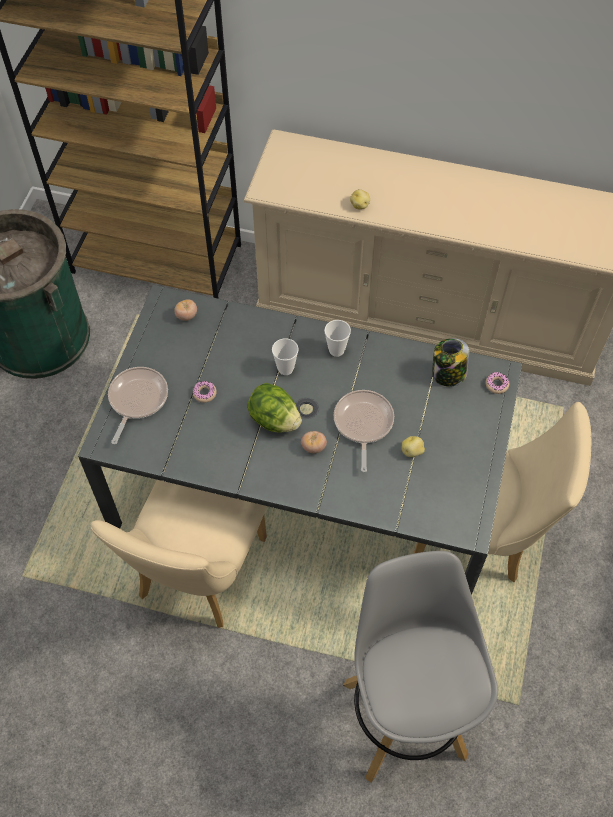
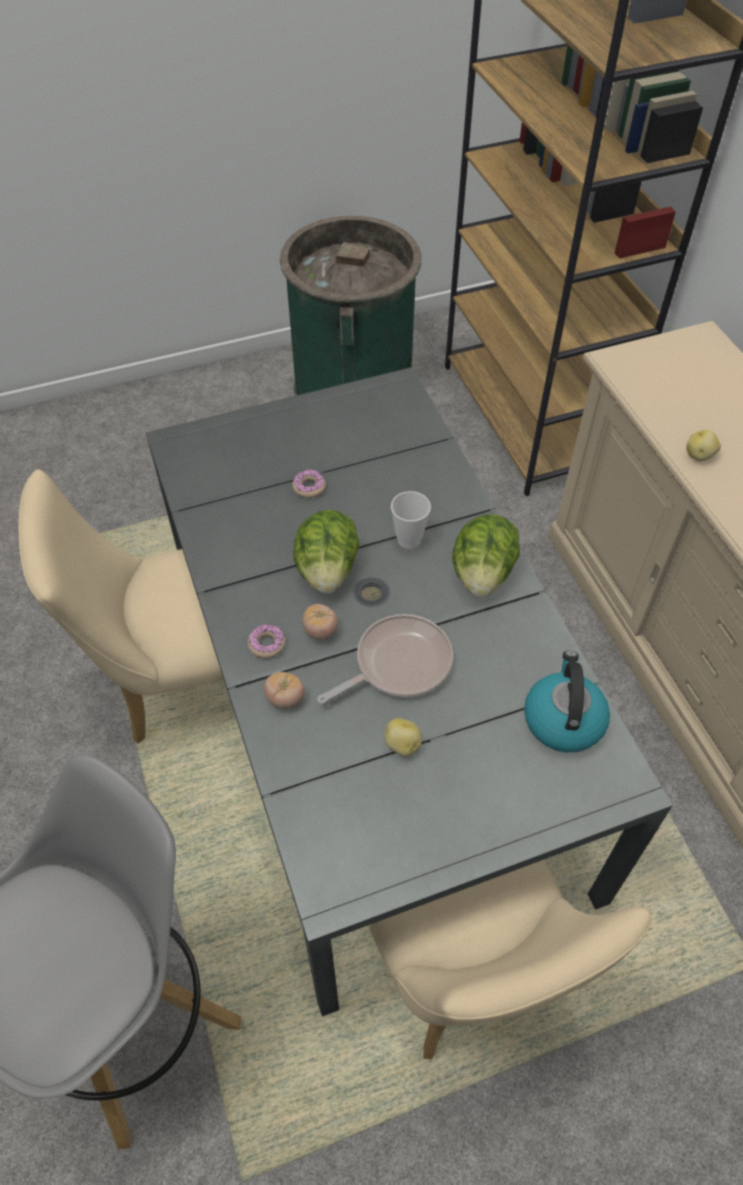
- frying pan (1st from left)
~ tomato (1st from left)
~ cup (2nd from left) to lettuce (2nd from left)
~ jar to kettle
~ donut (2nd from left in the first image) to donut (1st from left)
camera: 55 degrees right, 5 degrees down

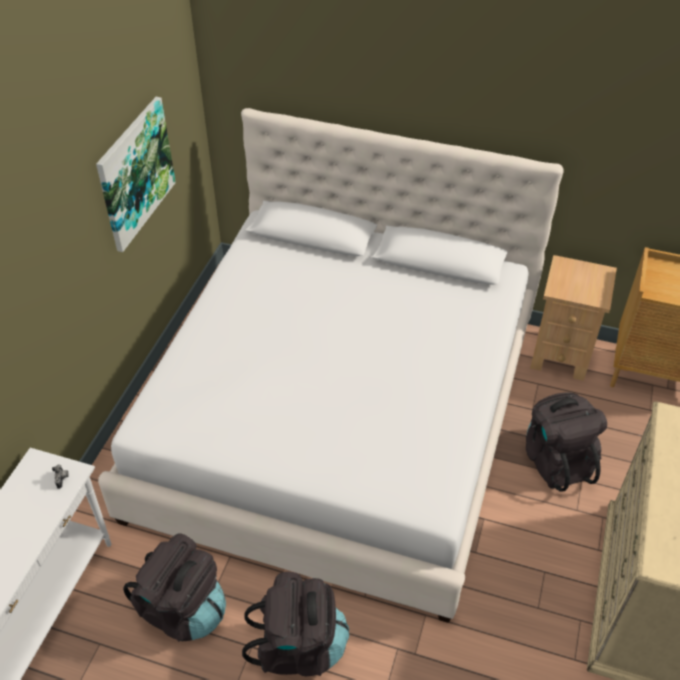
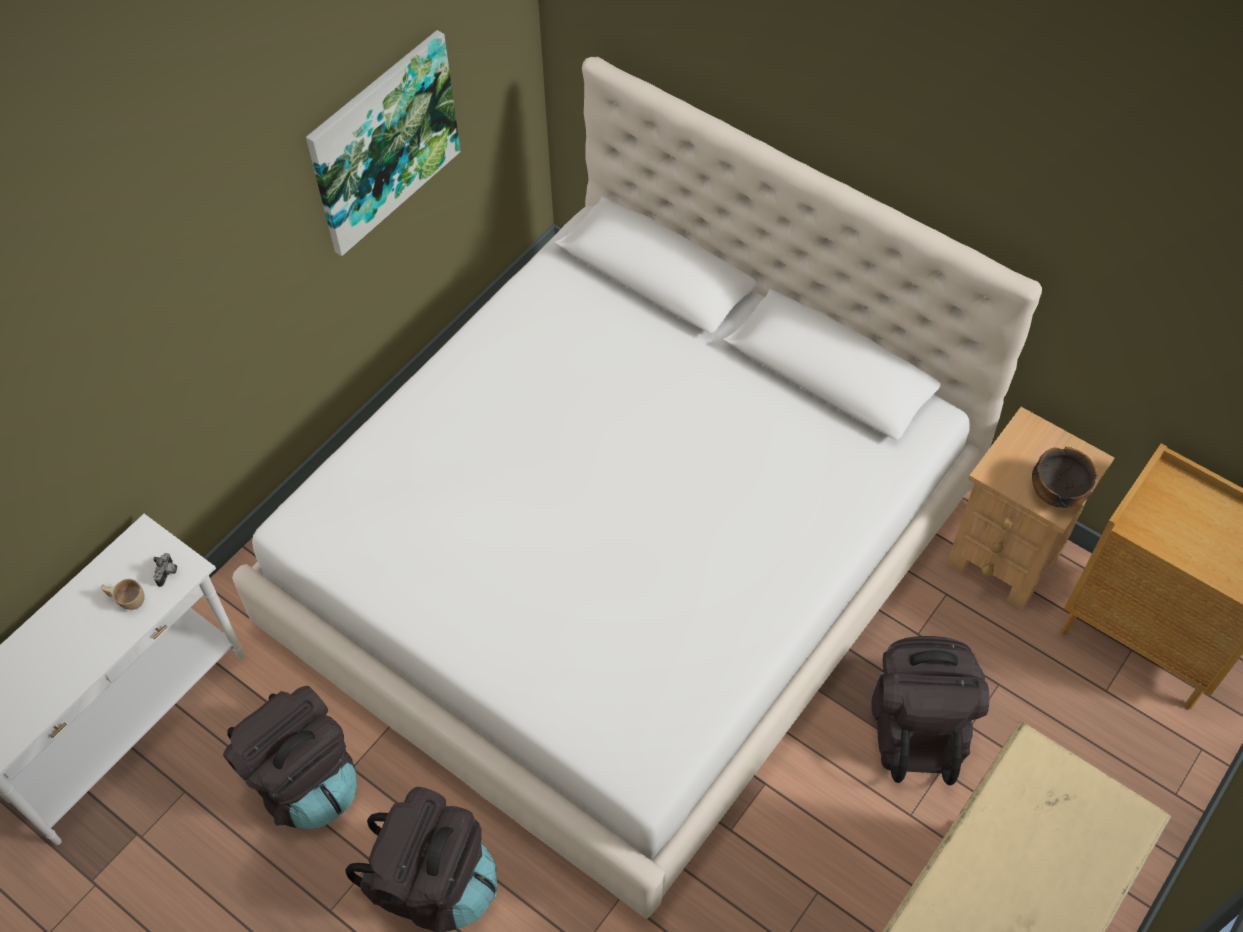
+ cup (beige)
+ bowl
camera: 20 degrees right, 10 degrees up

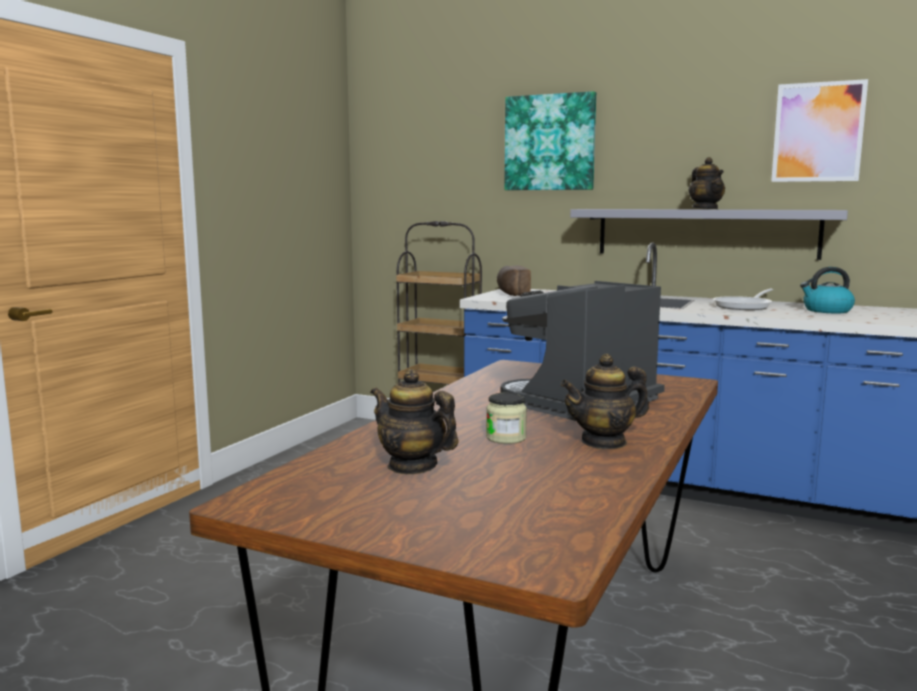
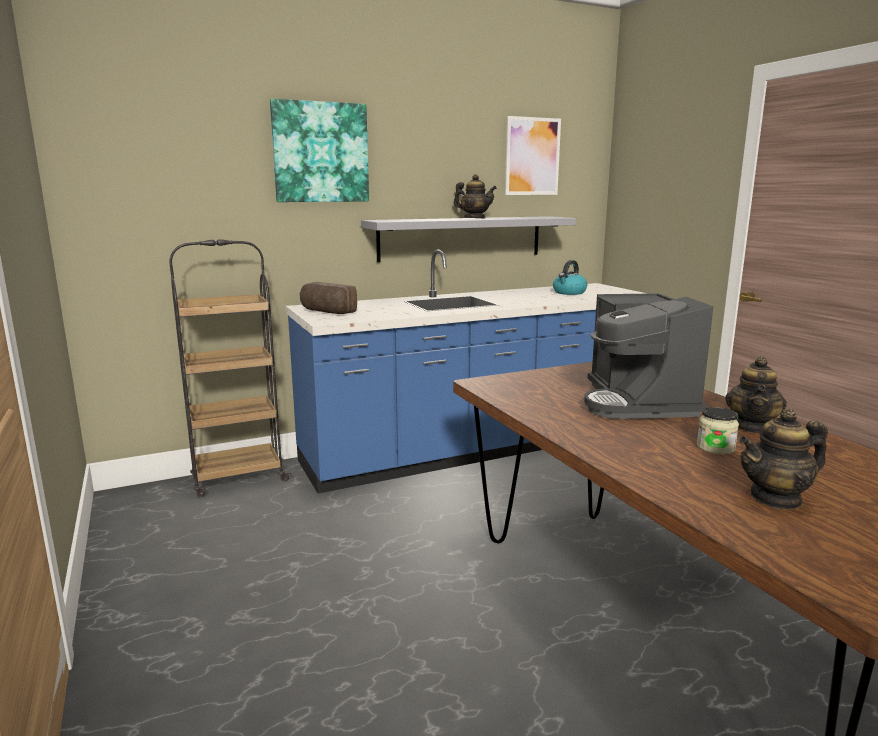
- frying pan
camera: 50 degrees left, 5 degrees up

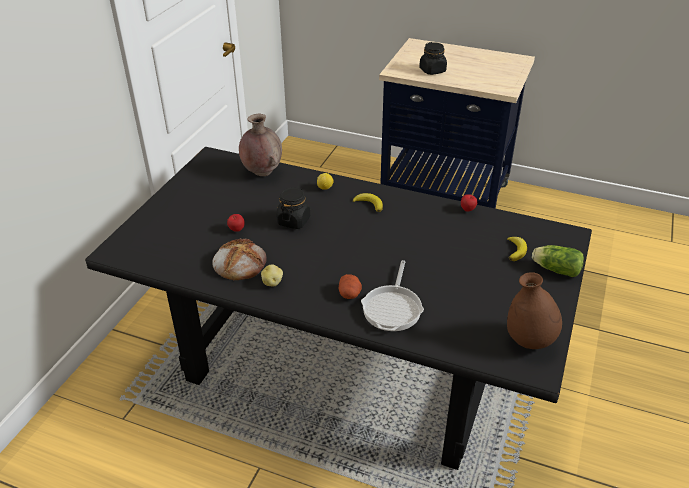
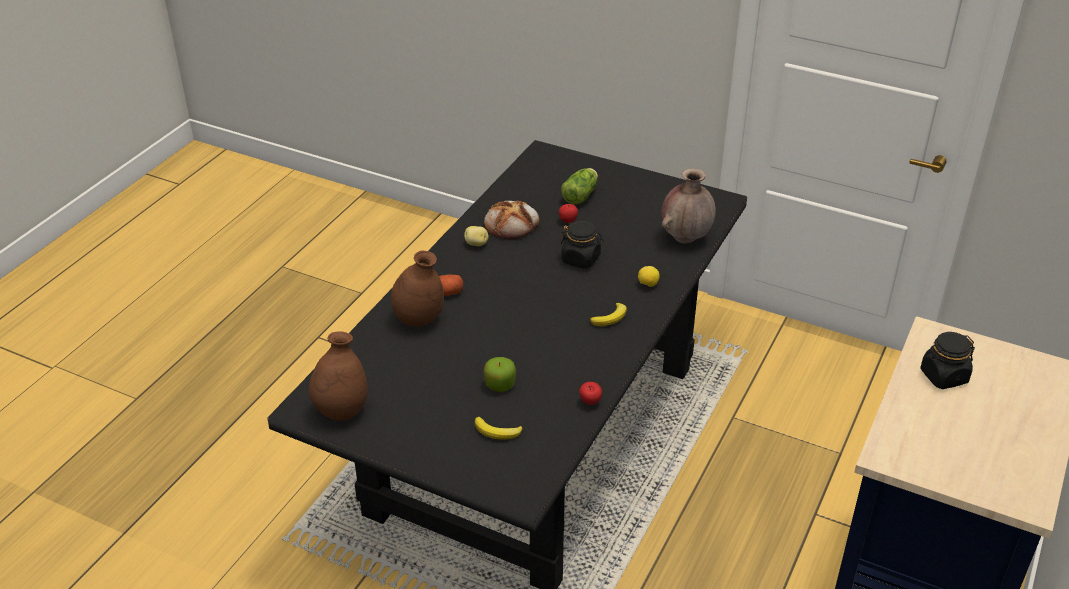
~ frying pan to vase (brown) (2nd from left)
~ lettuce
+ apple (1st from left)
camera: 95 degrees right, 0 degrees up

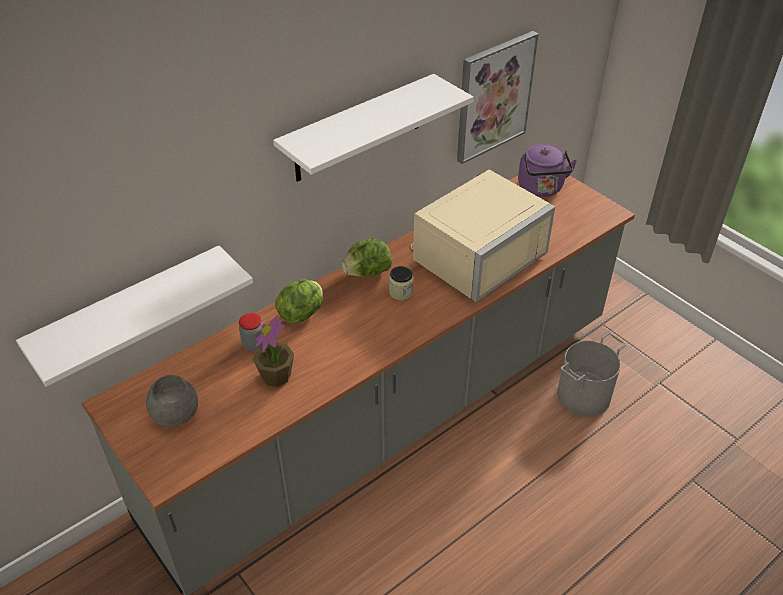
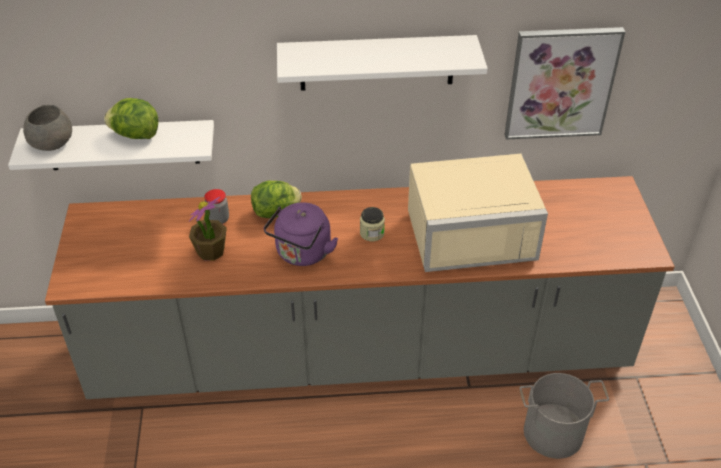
~ bowl (grey)
~ lettuce (2nd from left in the first image) to lettuce (1st from left)
~ kettle (purple)
camera: 35 degrees right, 0 degrees up

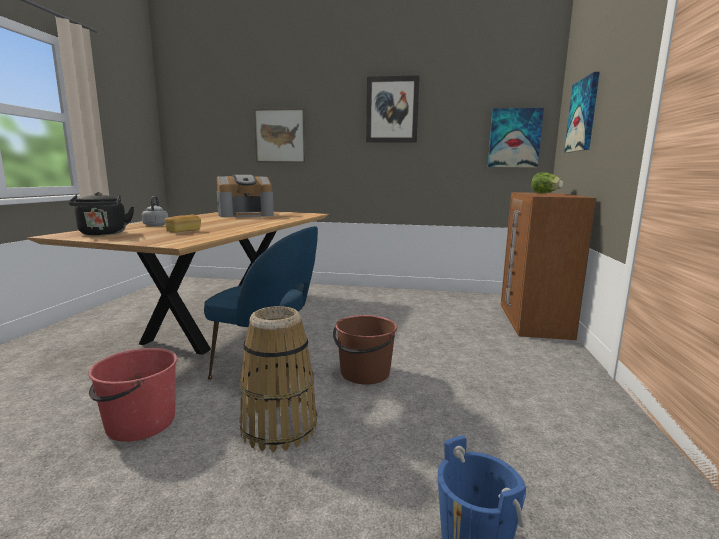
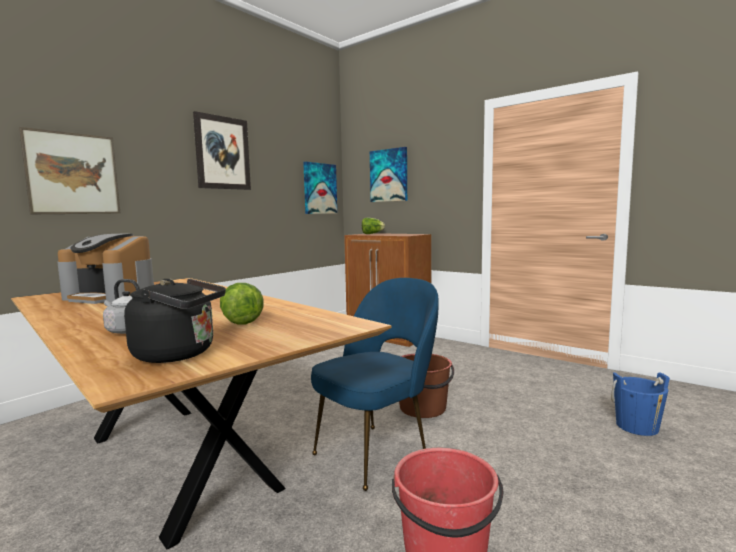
~ bread to lettuce (1st from left)
~ coffee machine 105 degrees clockwise
- basket
camera: 60 degrees left, 5 degrees down

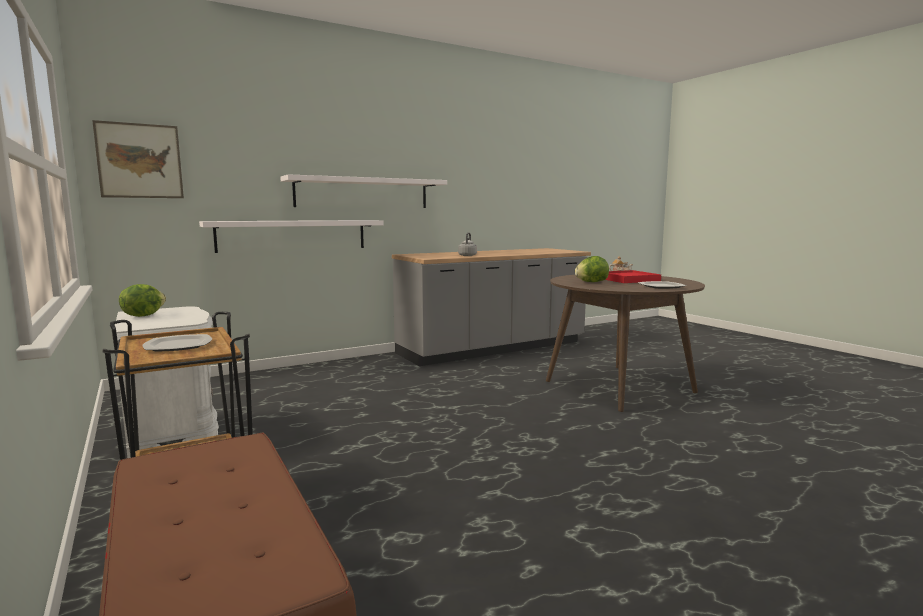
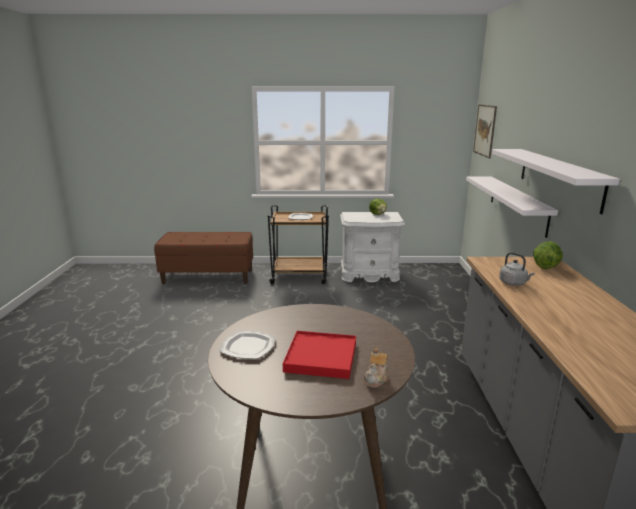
~ lettuce (2nd from left)
camera: 120 degrees right, 10 degrees up

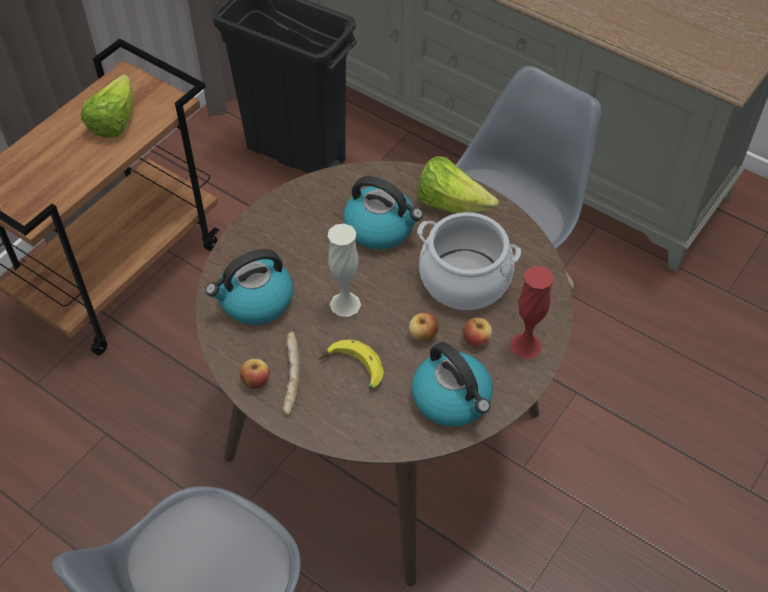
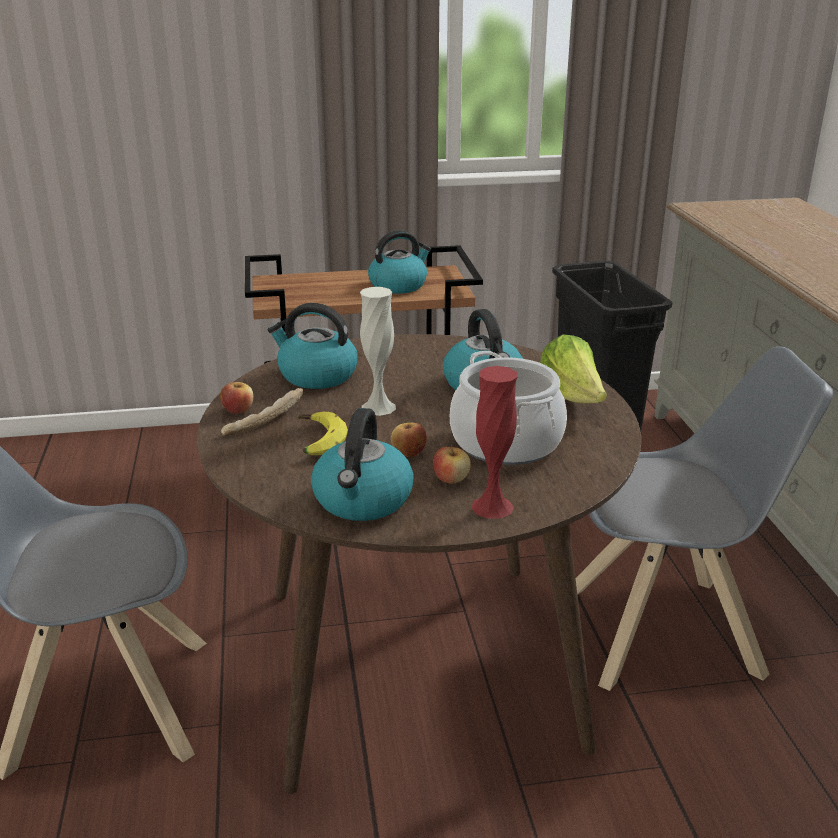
~ lettuce (1st from left) to kettle (3rd from left)
camera: 45 degrees right, 25 degrees down

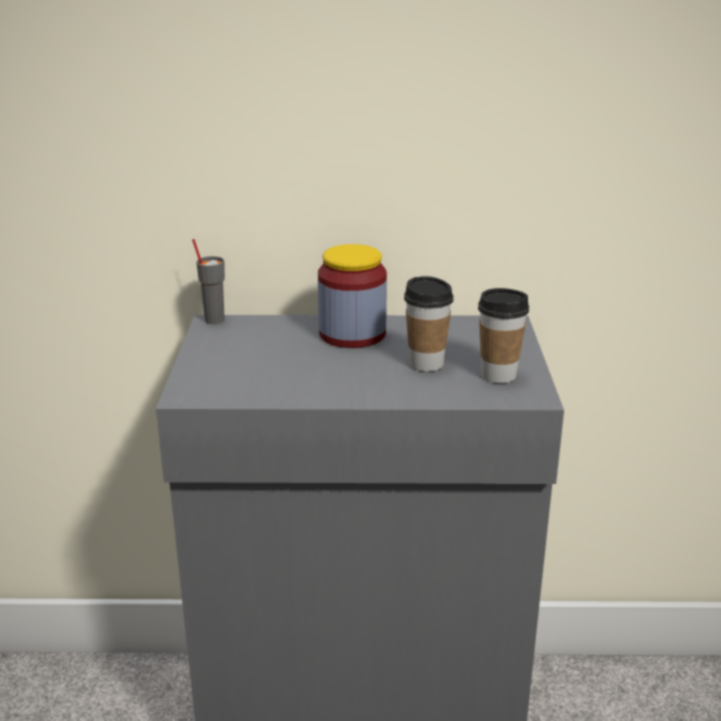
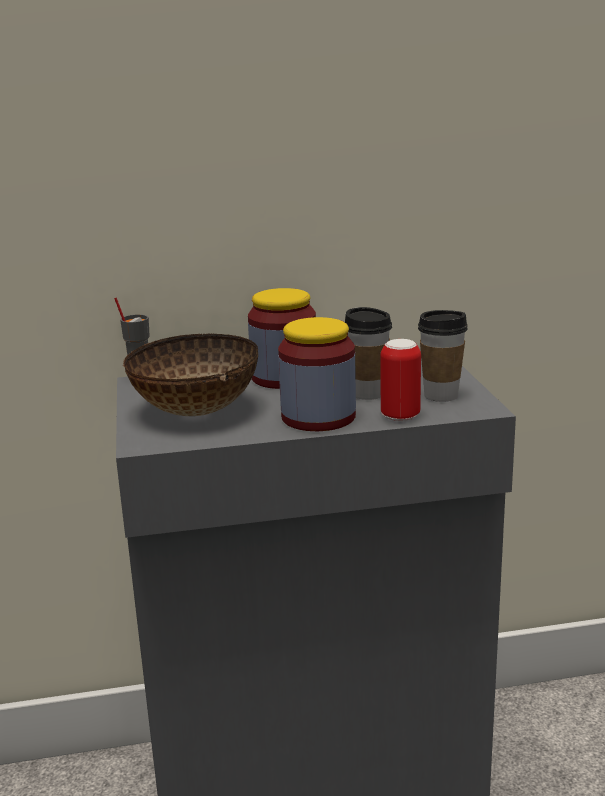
+ bowl
+ jar (2nd from left)
+ can
camera: 10 degrees left, 5 degrees down

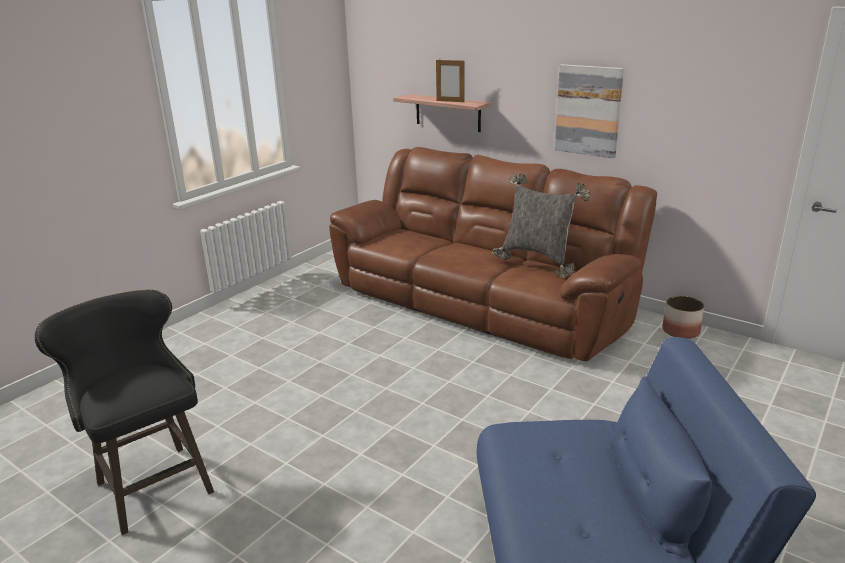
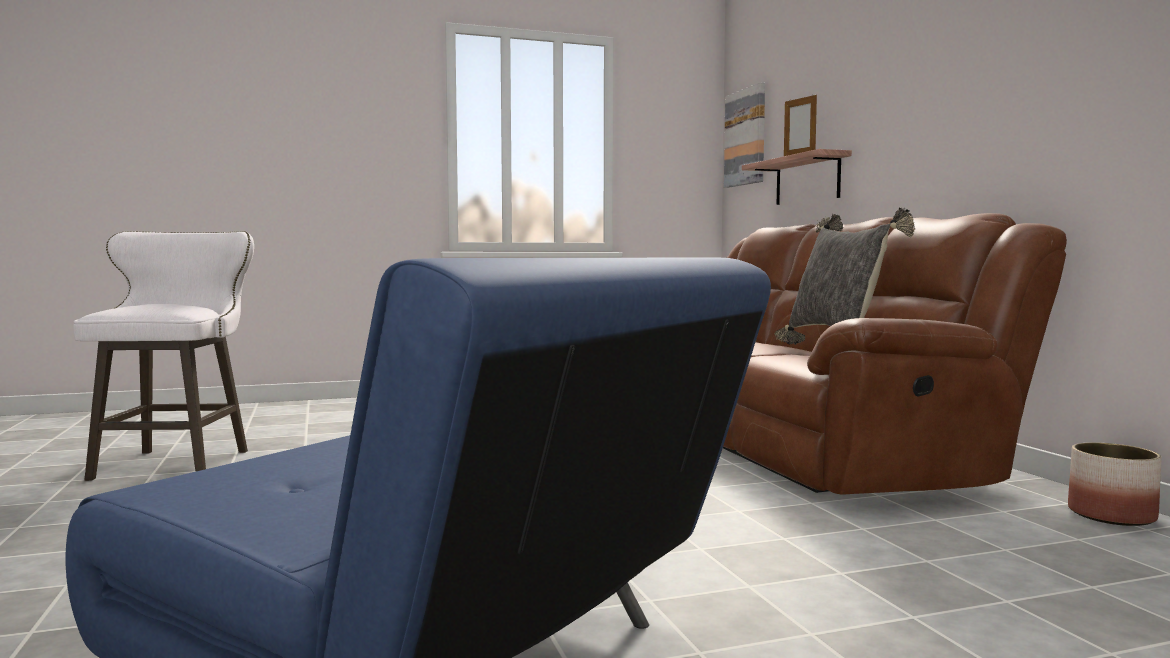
~ stool (black) to stool (white)
~ picture
camera: 35 degrees right, 20 degrees down

